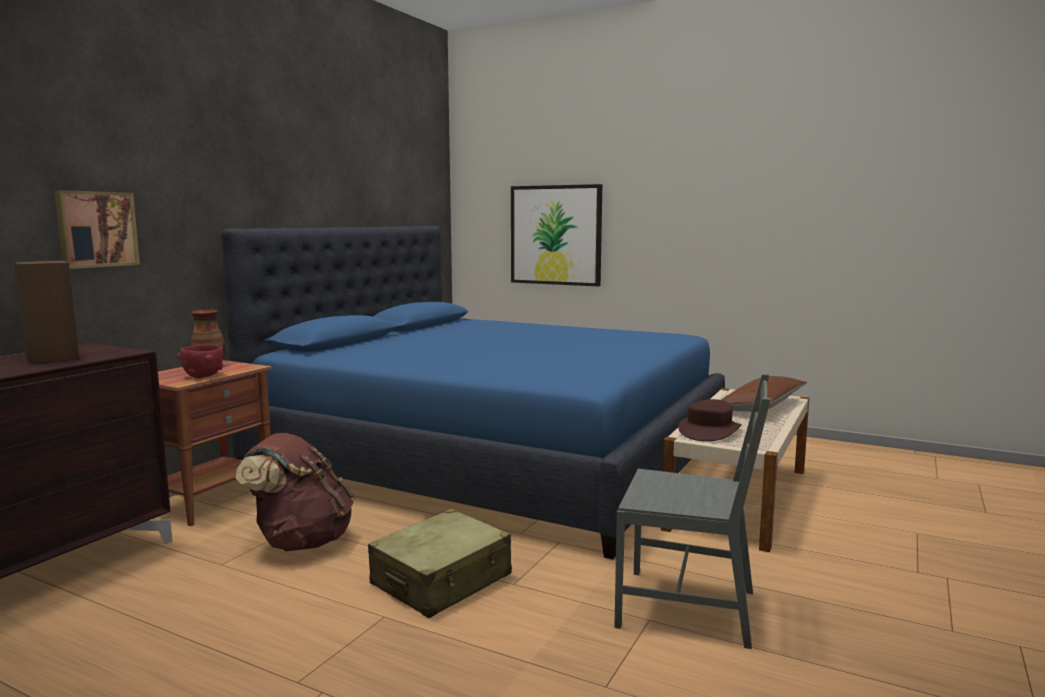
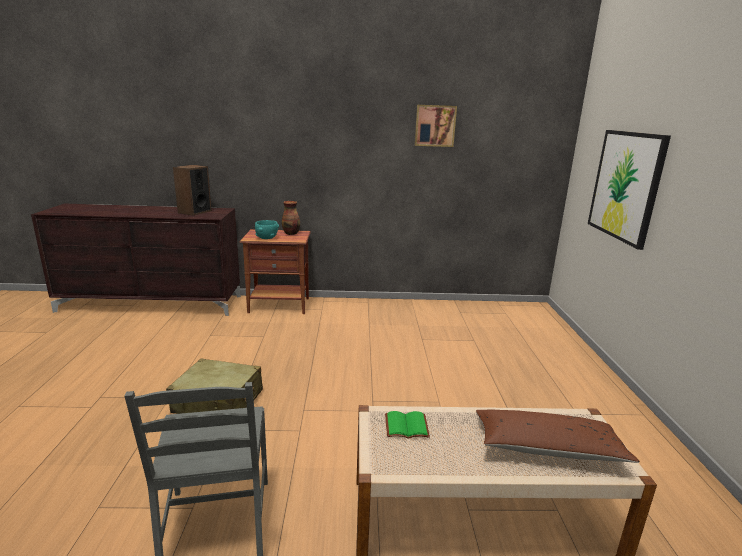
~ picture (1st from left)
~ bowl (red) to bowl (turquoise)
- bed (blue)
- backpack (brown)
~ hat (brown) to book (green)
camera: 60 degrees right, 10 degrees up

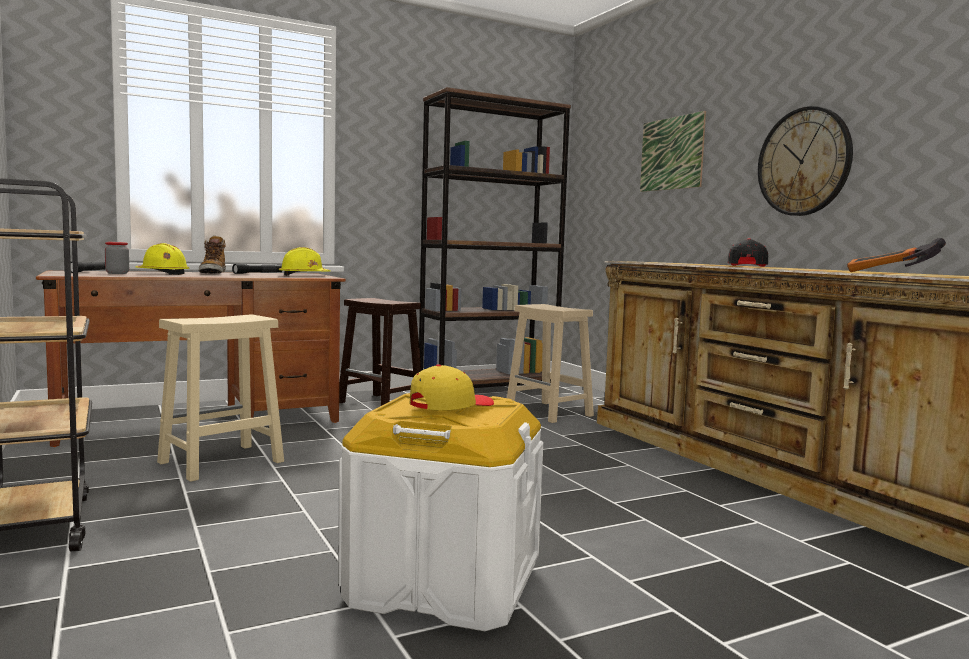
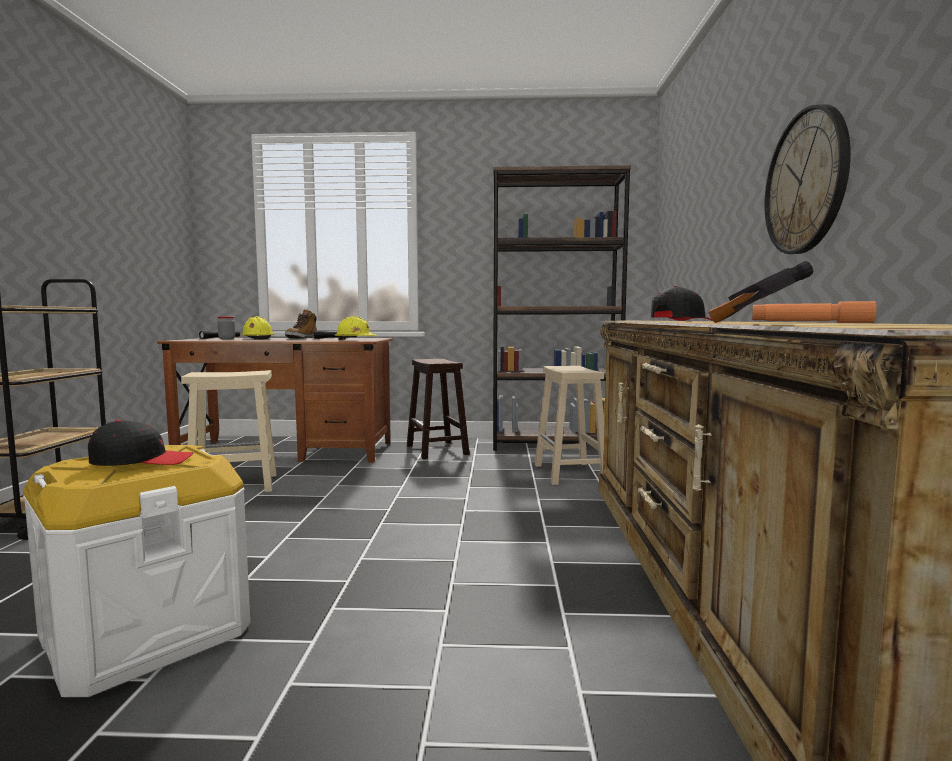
~ cap (yellow) to cap (black) (1st from left)
- picture
+ flashlight (orange)
camera: 30 degrees right, 0 degrees up

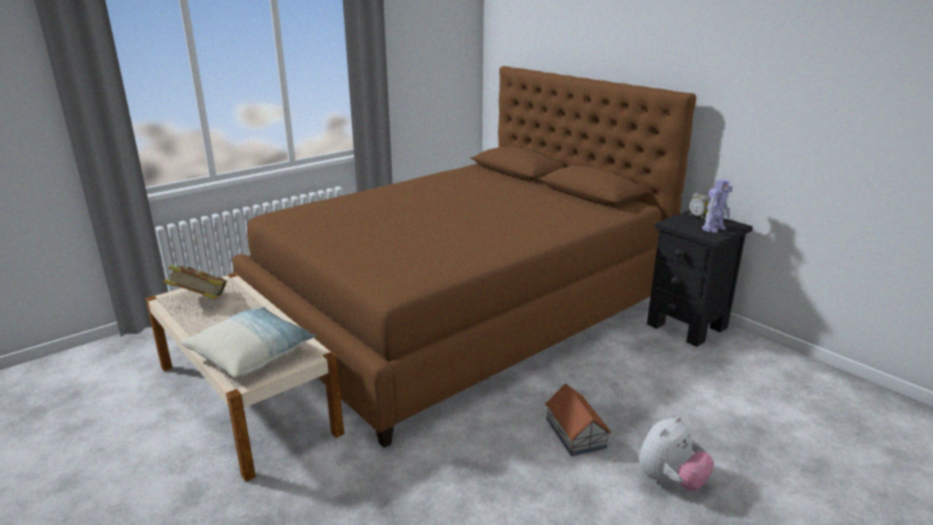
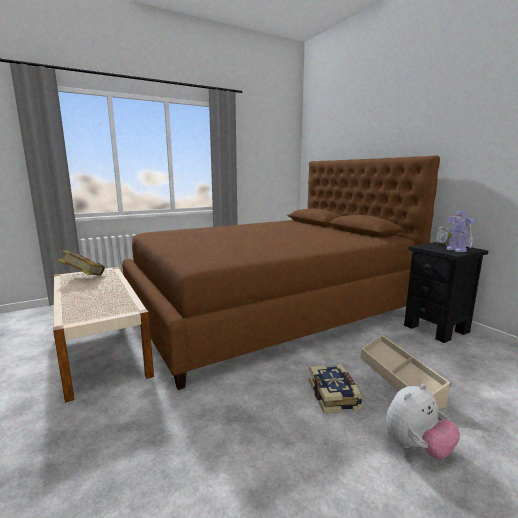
- pillow
~ toy house to book (2nd from left)
~ toy robot 90 degrees clockwise
+ storage box (beige)
camera: 10 degrees right, 10 degrees down

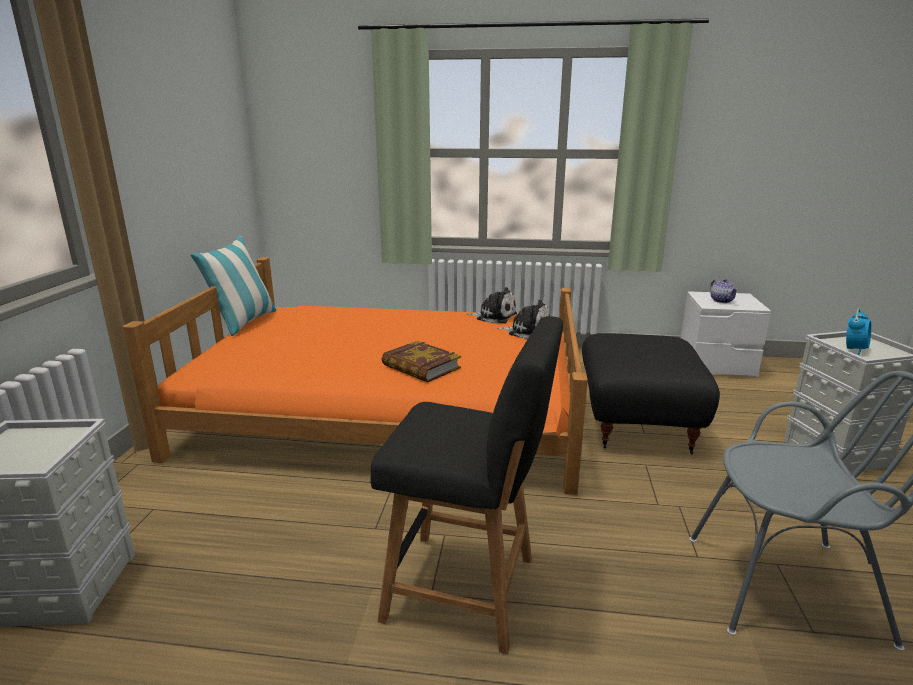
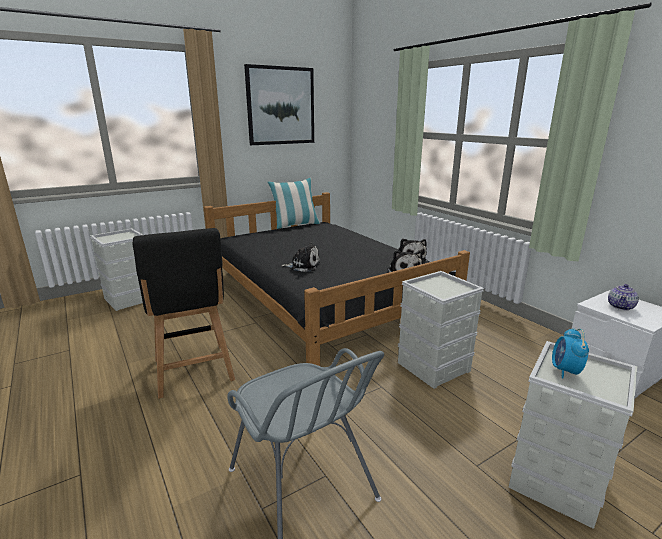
~ bed (orange) to bed (black)
~ book to plush toy (1st from left)
~ ottoman (black) to storage box (grey) (2nd from left)
~ alarm clock 105 degrees clockwise
+ picture
camera: 50 degrees right, 0 degrees up

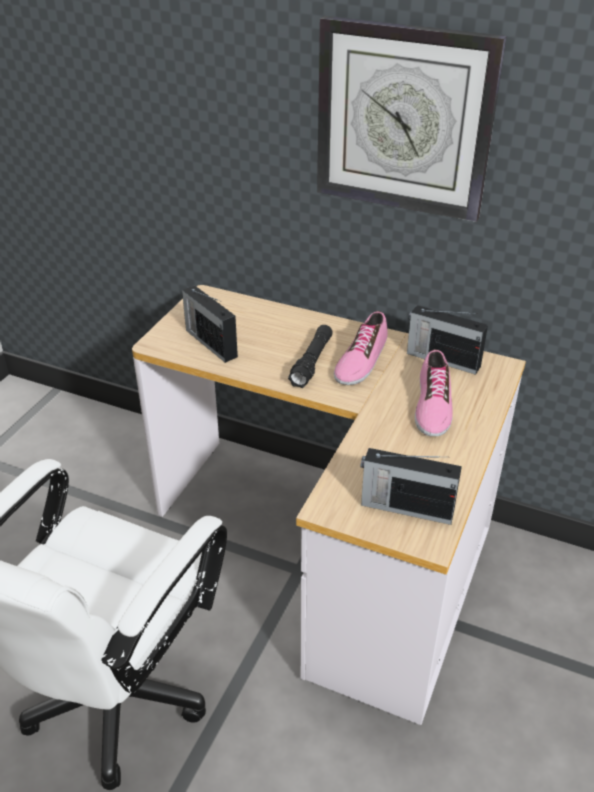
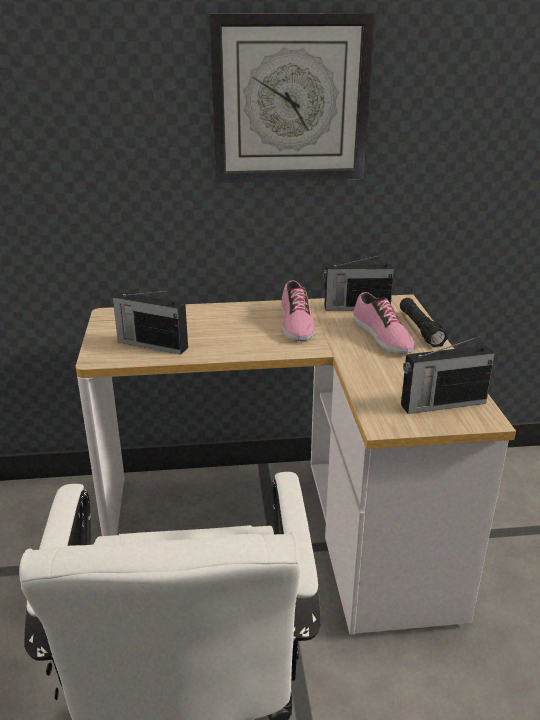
~ flashlight (black)
camera: 30 degrees left, 10 degrees down

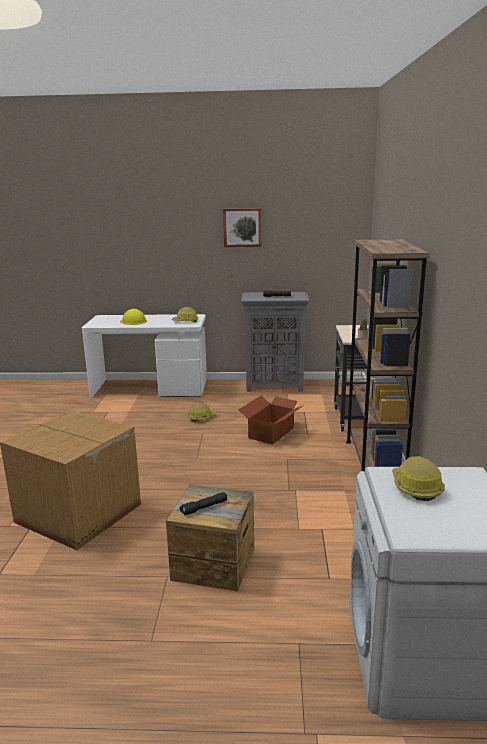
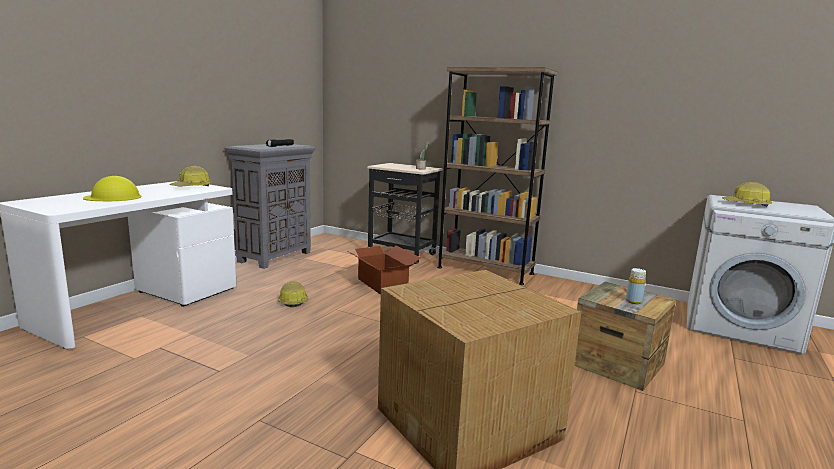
~ flashlight (black) (1st from left) to bottle (yellow)
- picture
camera: 65 degrees left, 5 degrees down

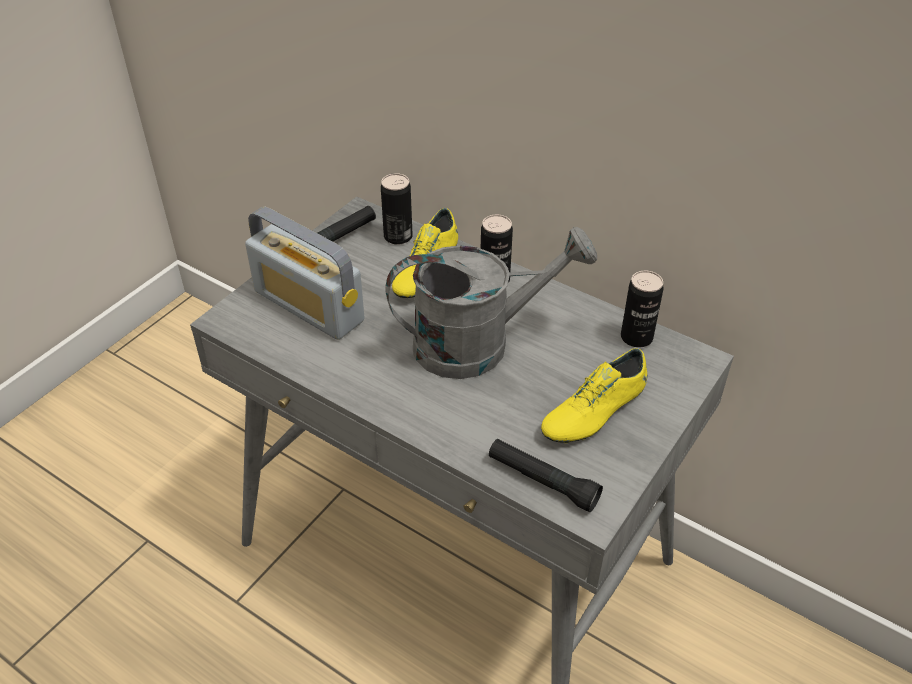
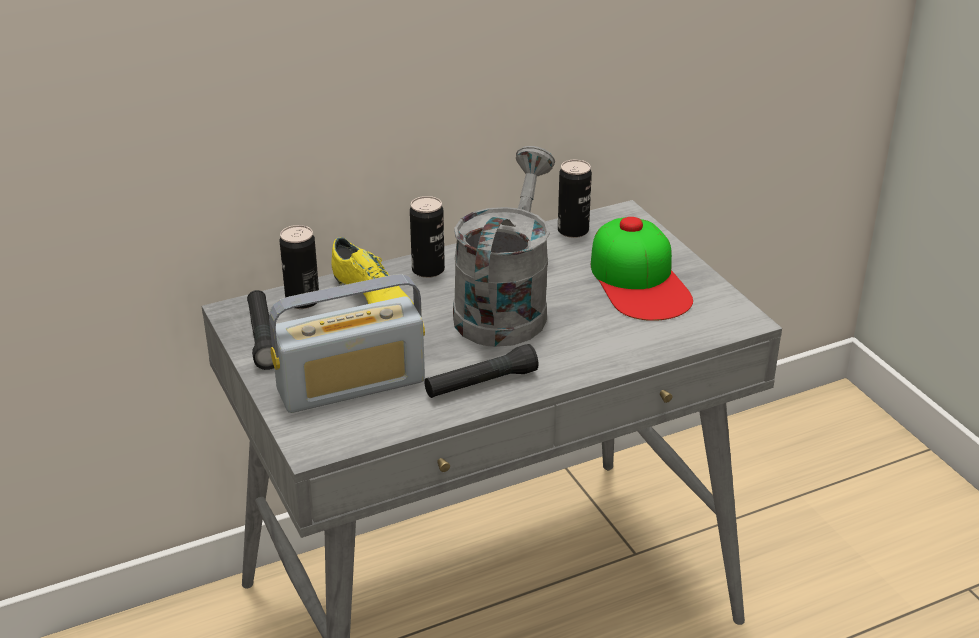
~ flashlight (black) (2nd from left)
~ shoe (yellow) (2nd from left) to cap
camera: 60 degrees left, 10 degrees down

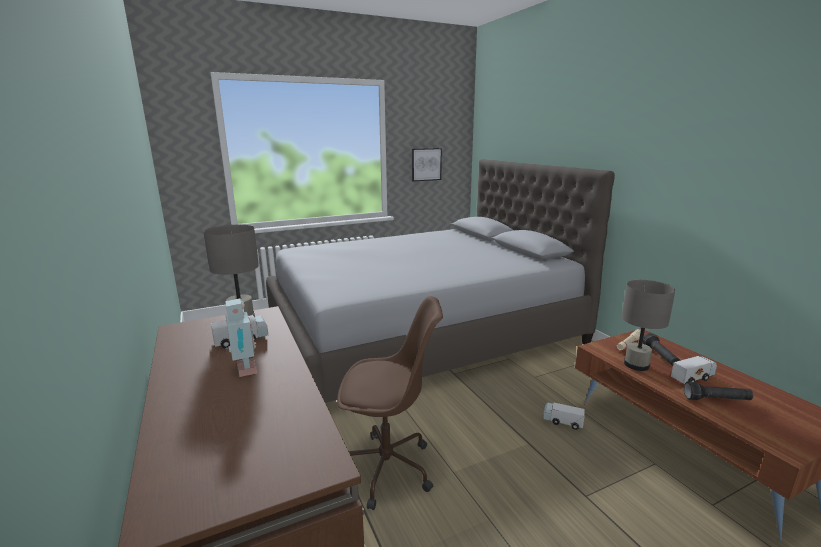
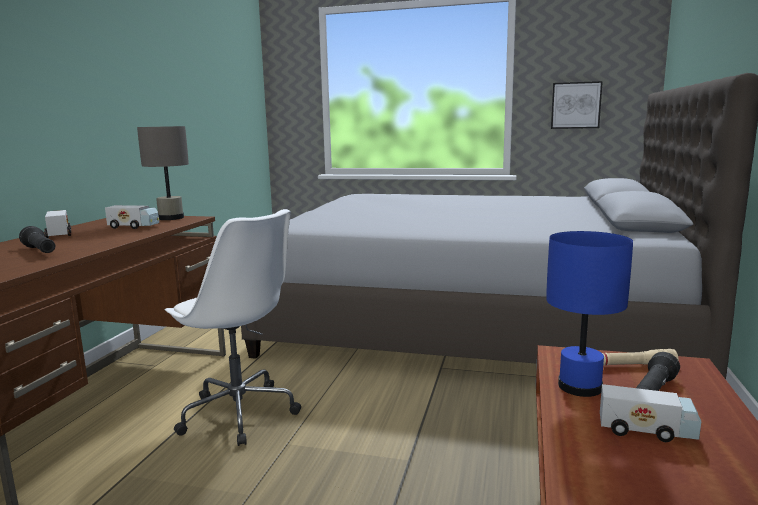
- toy robot
~ office chair (brown) to office chair (white)
~ toy truck (2nd from left in the first image) to toy truck (1st from left)
~ table lamp (grey) (2nd from left) to table lamp (blue)
~ flashlight (black) (2nd from left in the first image) to flashlight (black) (1st from left)
camera: 40 degrees right, 5 degrees down

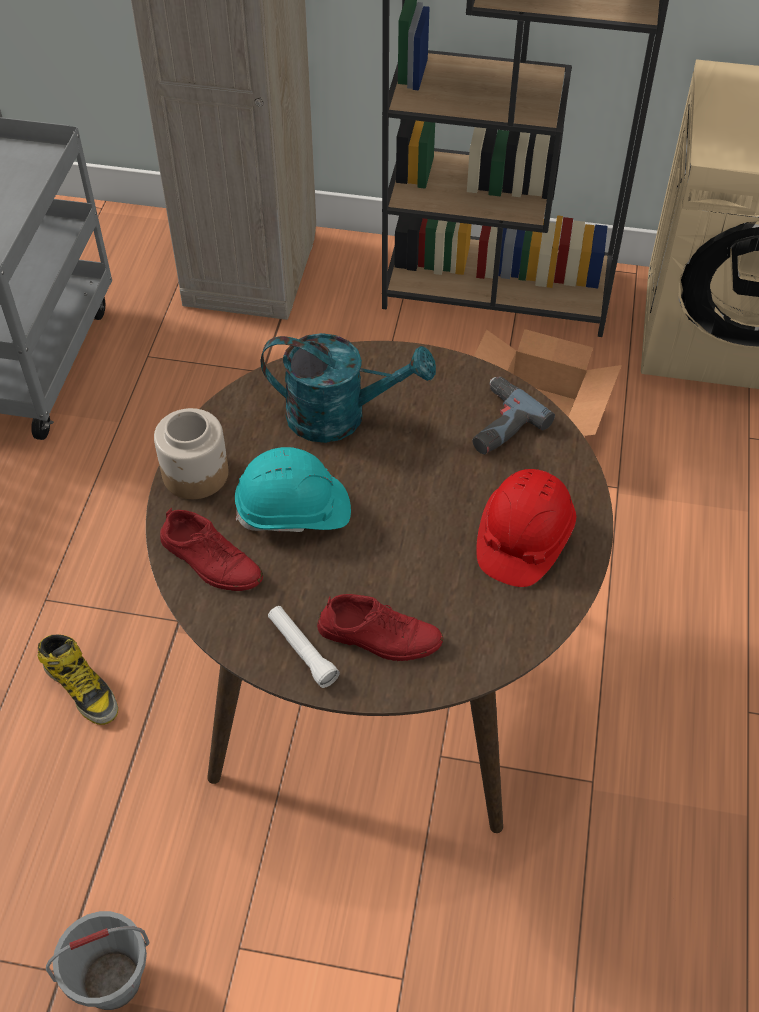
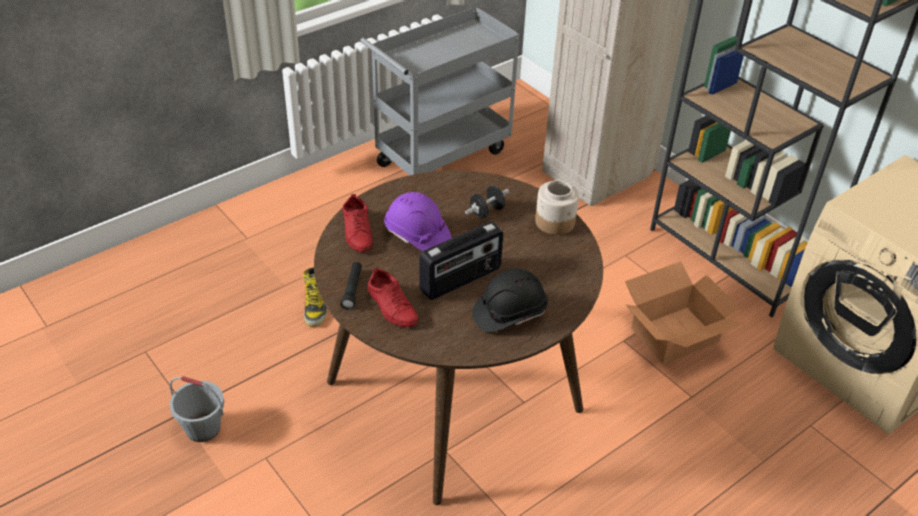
~ jar
~ hard hat (turquoise) to hard hat (purple)
~ watering can (turquoise) to dumbbell (black)
~ flashlight (white) to flashlight (black)
- power drill
~ hard hat (red) to hard hat (black)
+ radio
camera: 40 degrees right, 10 degrees down

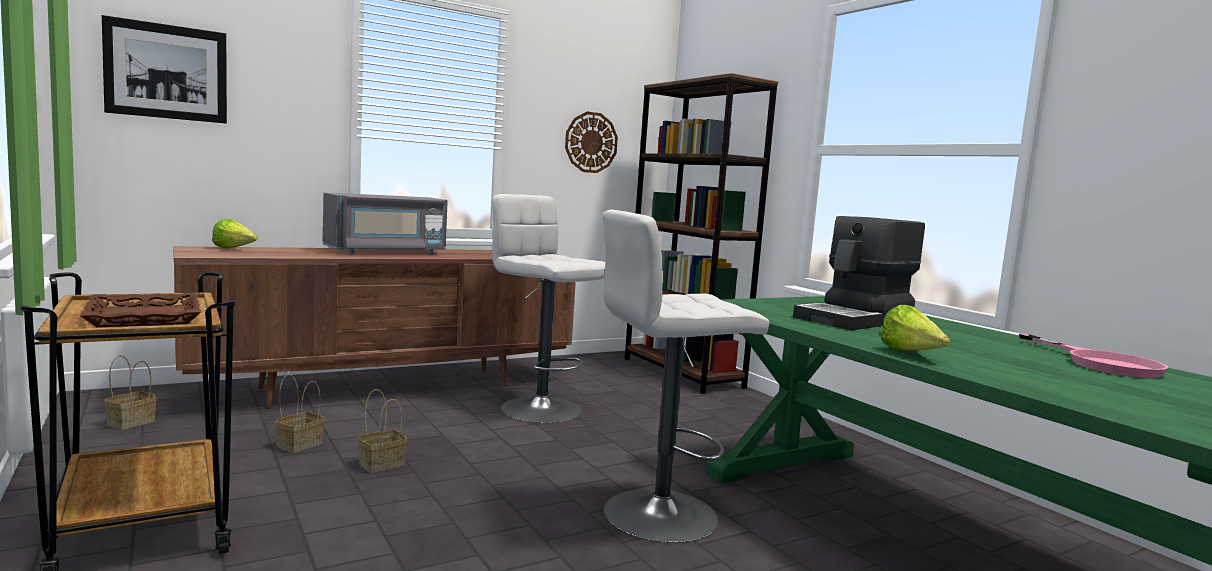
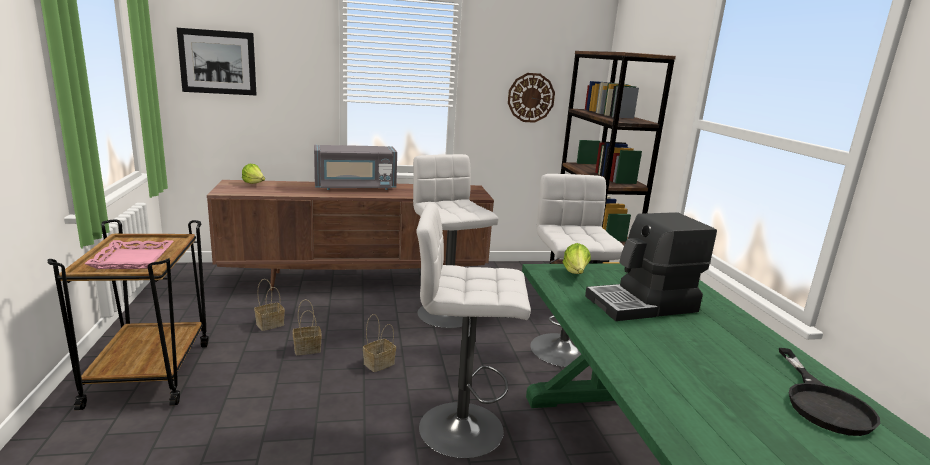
~ tray (brown) to tray (pink)
~ basket (1st from left in the first image) to basket (3rd from left)
~ lettuce (2nd from left)
~ frying pan (pink) to frying pan (black)
+ stool (white) (3rd from left)
camera: 20 degrees right, 10 degrees up

